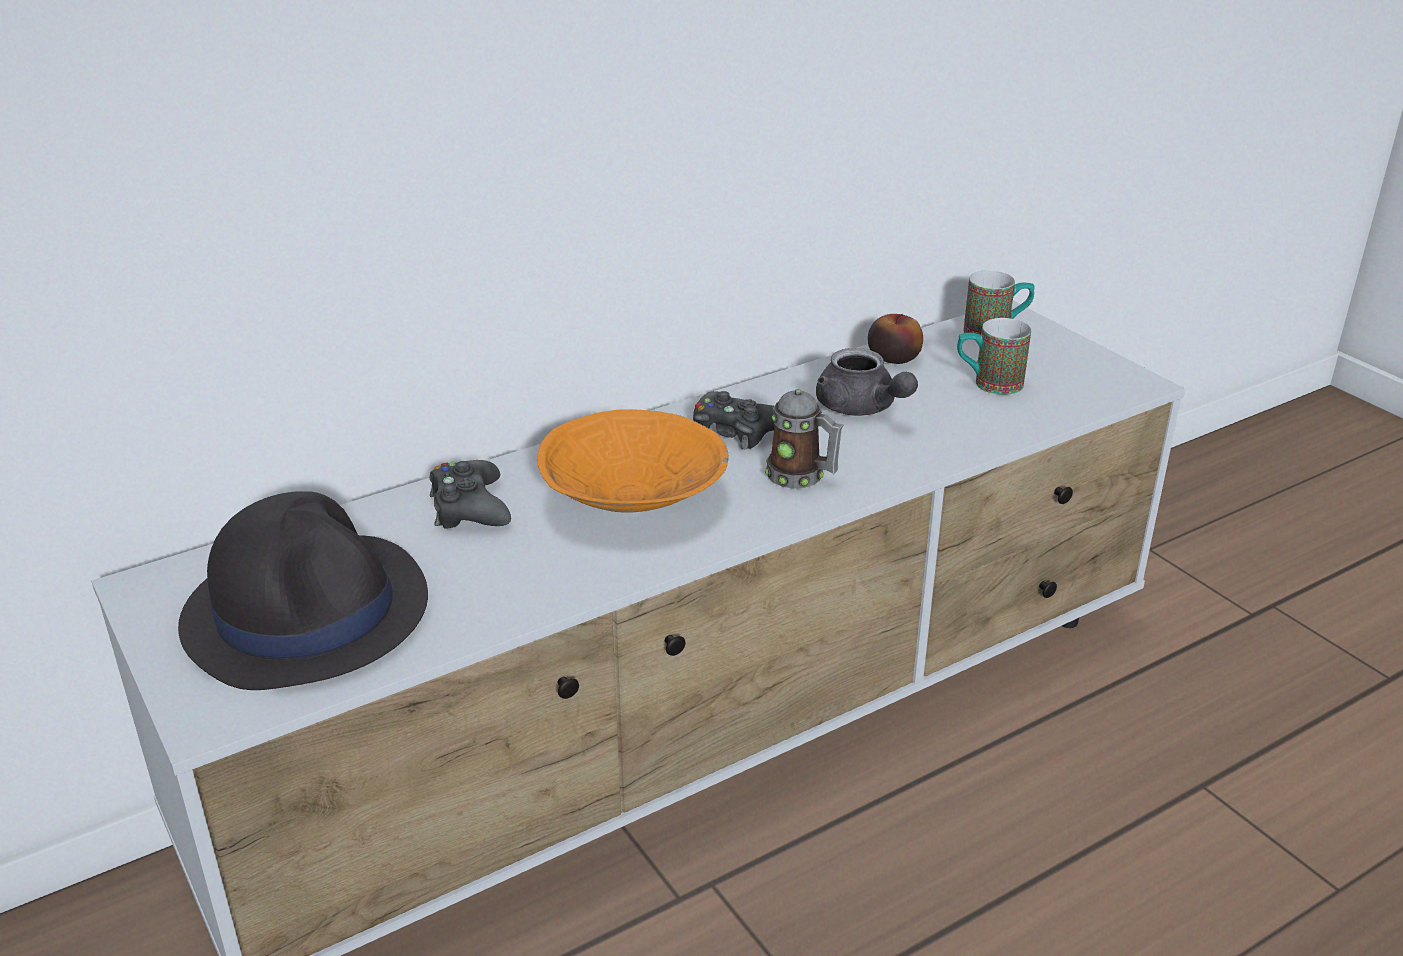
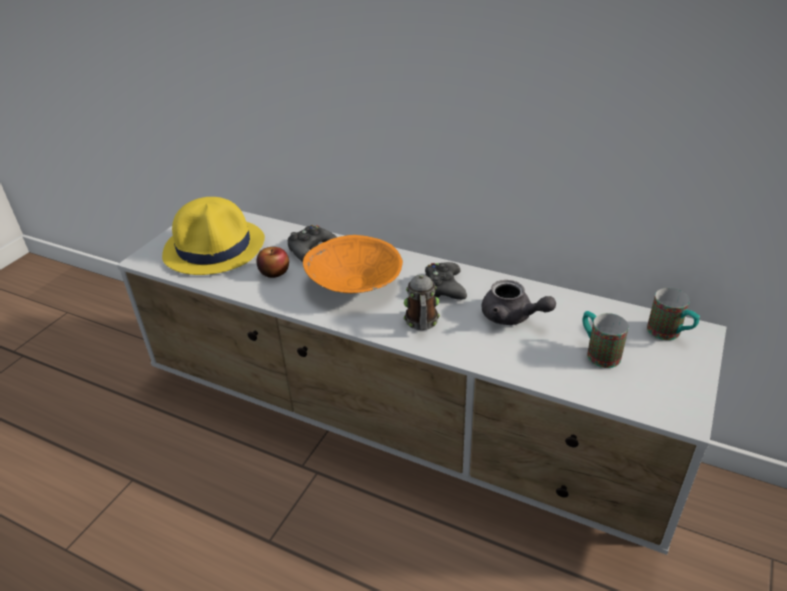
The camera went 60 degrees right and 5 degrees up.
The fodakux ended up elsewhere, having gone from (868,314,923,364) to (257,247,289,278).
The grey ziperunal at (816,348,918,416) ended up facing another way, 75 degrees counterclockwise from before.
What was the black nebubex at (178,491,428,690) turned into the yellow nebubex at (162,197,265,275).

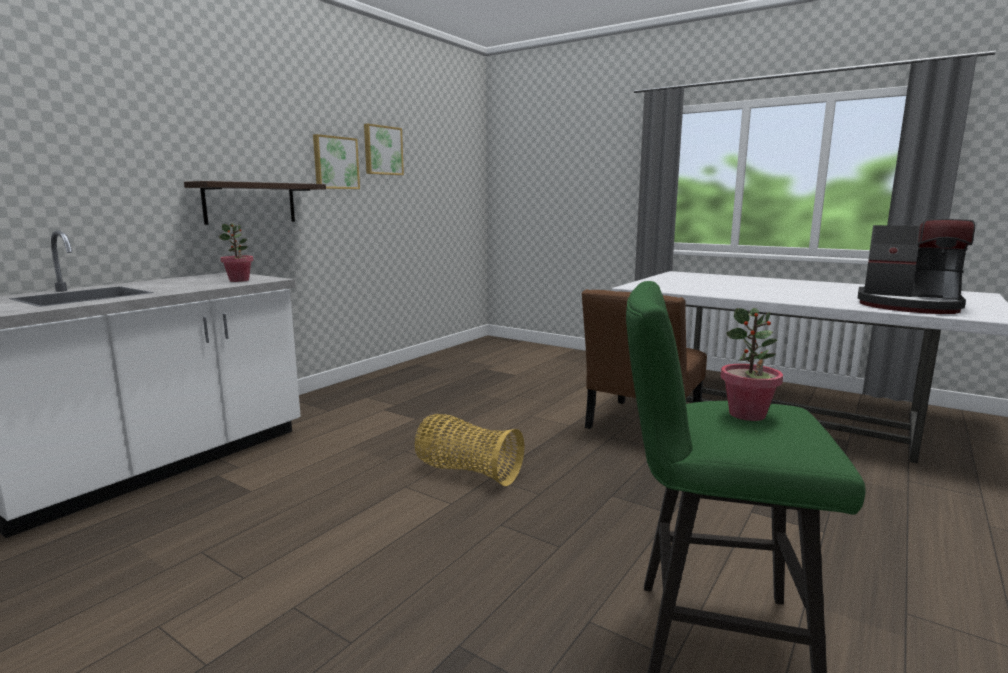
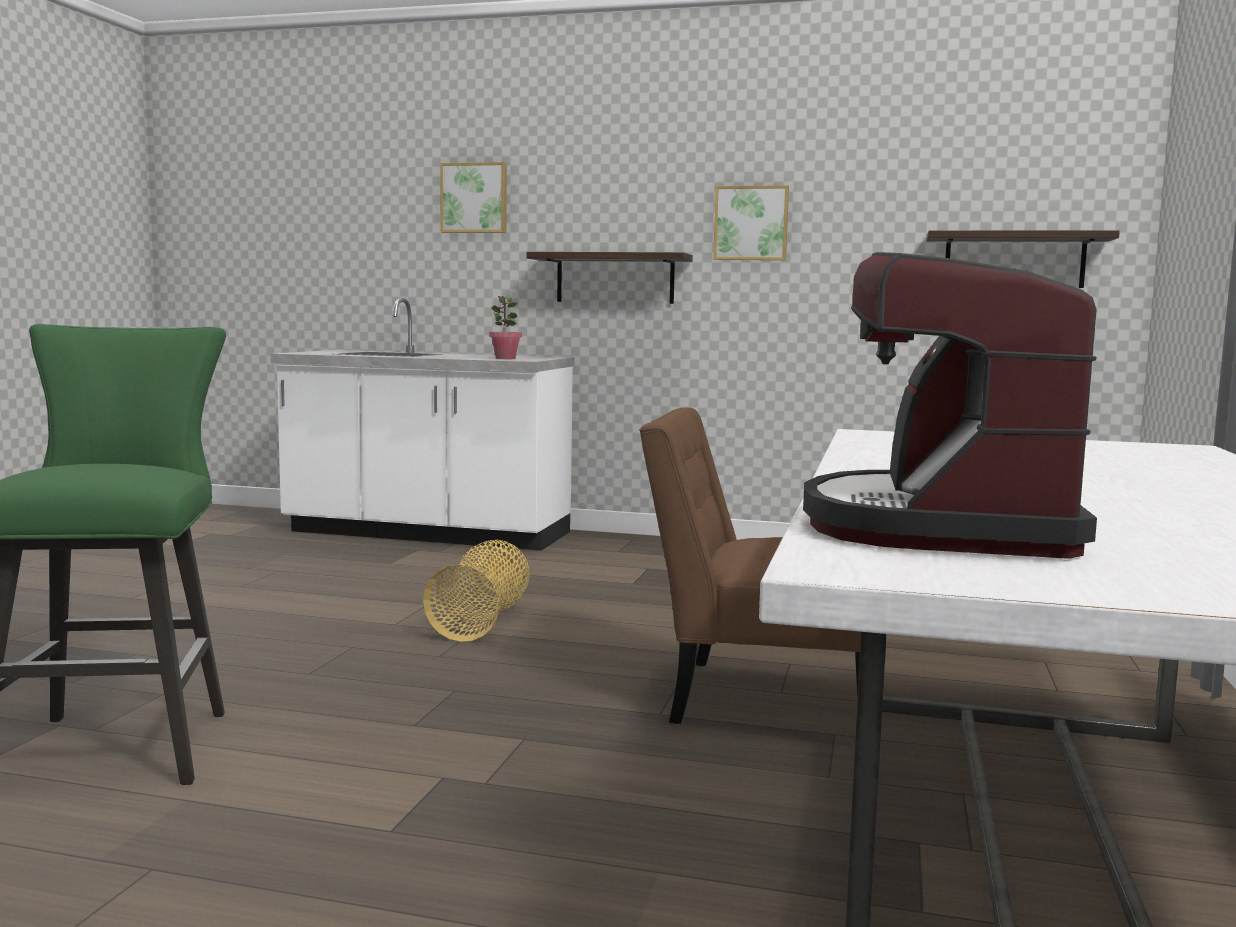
The camera went 70 degrees right and 5 degrees down.
The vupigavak ended up elsewhere, having gone from (364,124,404,175) to (440,162,507,233).
The second view lost the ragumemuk at (721,308,783,421).
The second view gained the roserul at (927,230,1120,288).

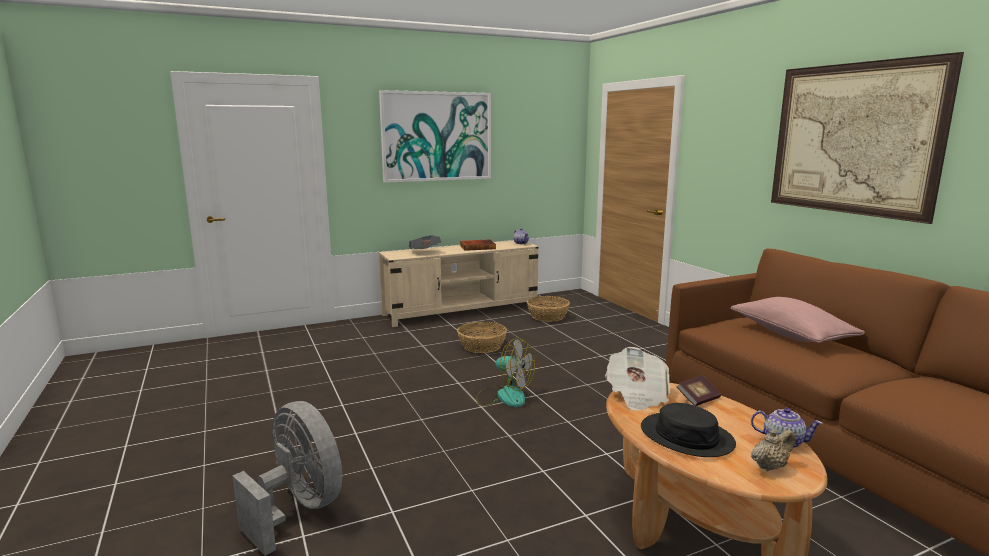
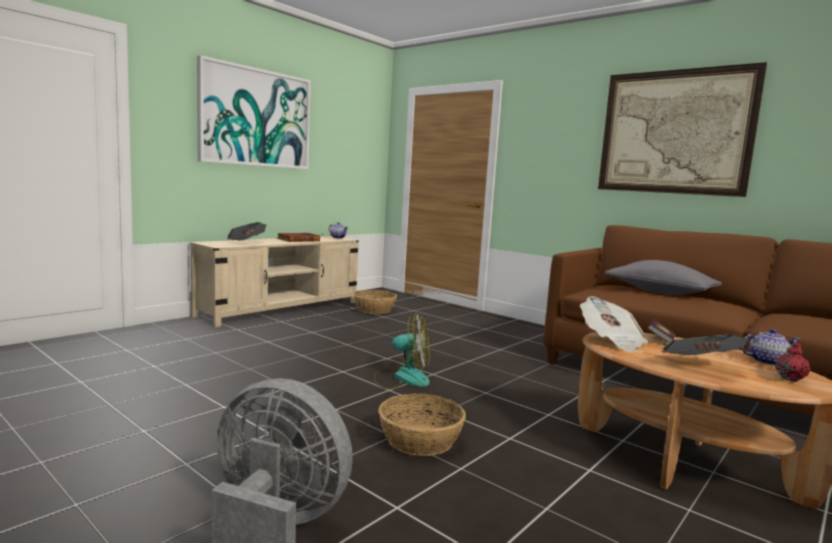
The camera went 25 degrees left and 5 degrees down.
What was the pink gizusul at (730,297,865,343) turned into the grey gizusul at (604,260,722,295).
The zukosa ended up elsewhere, having gone from (457,322,507,353) to (378,394,466,456).
Where the black nebubex stood at (641,403,736,457), the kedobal came to stand at (661,335,749,355).
What was the beige ziperunal at (751,430,795,471) turned into the red ziperunal at (775,342,810,382).

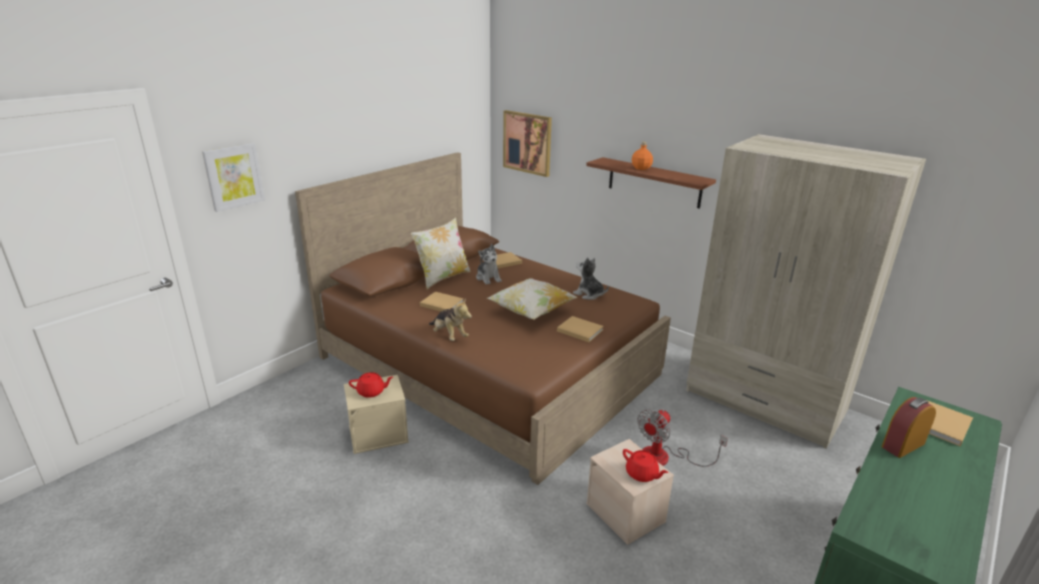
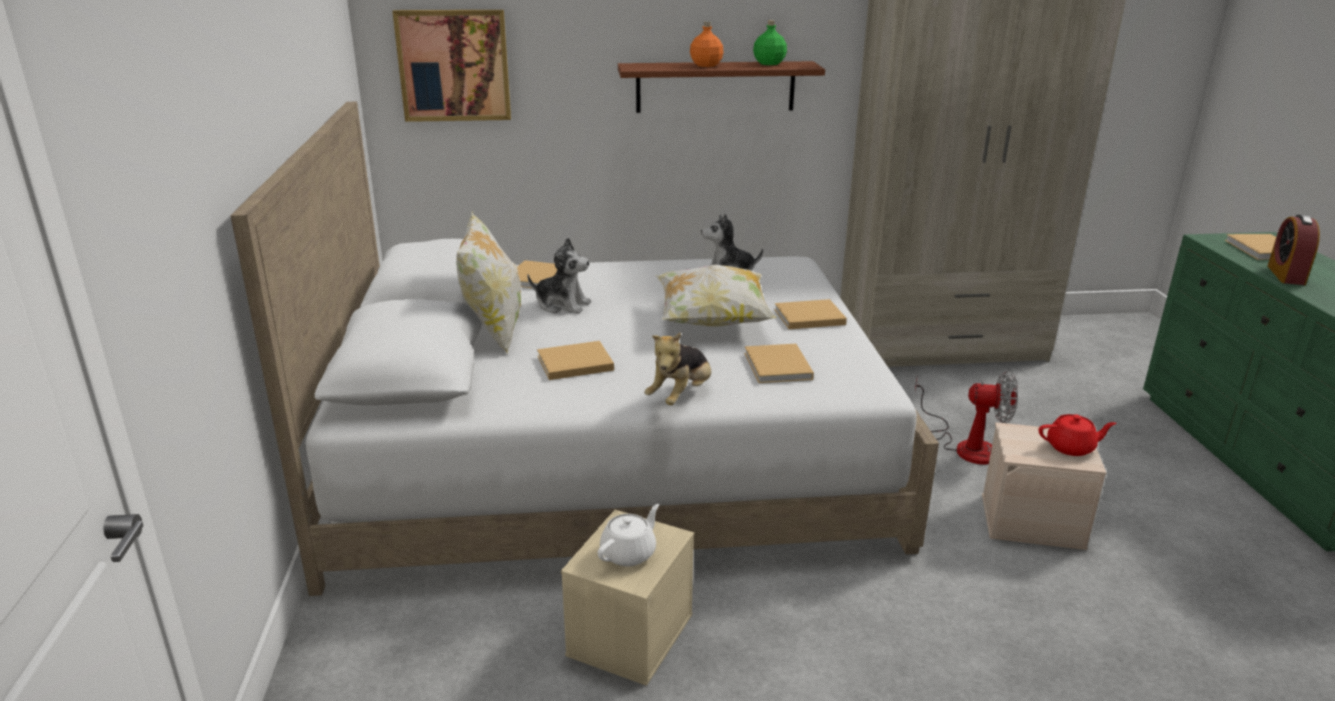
The camera went 45 degrees left and 0 degrees up.
The second view lost the vupigavak at (202,143,265,212).
What was the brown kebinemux at (295,152,671,485) turned into the white kebinemux at (231,102,939,596).
The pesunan at (429,298,472,341) ended up facing another way, 120 degrees clockwise from before.
What was the red ziperunal at (349,372,393,398) turned into the white ziperunal at (598,504,659,566).
The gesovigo at (637,409,728,467) ended up facing another way, 75 degrees counterclockwise from before.
The second view gained the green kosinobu at (753,20,787,65).
The second view gained the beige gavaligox at (744,344,814,383).

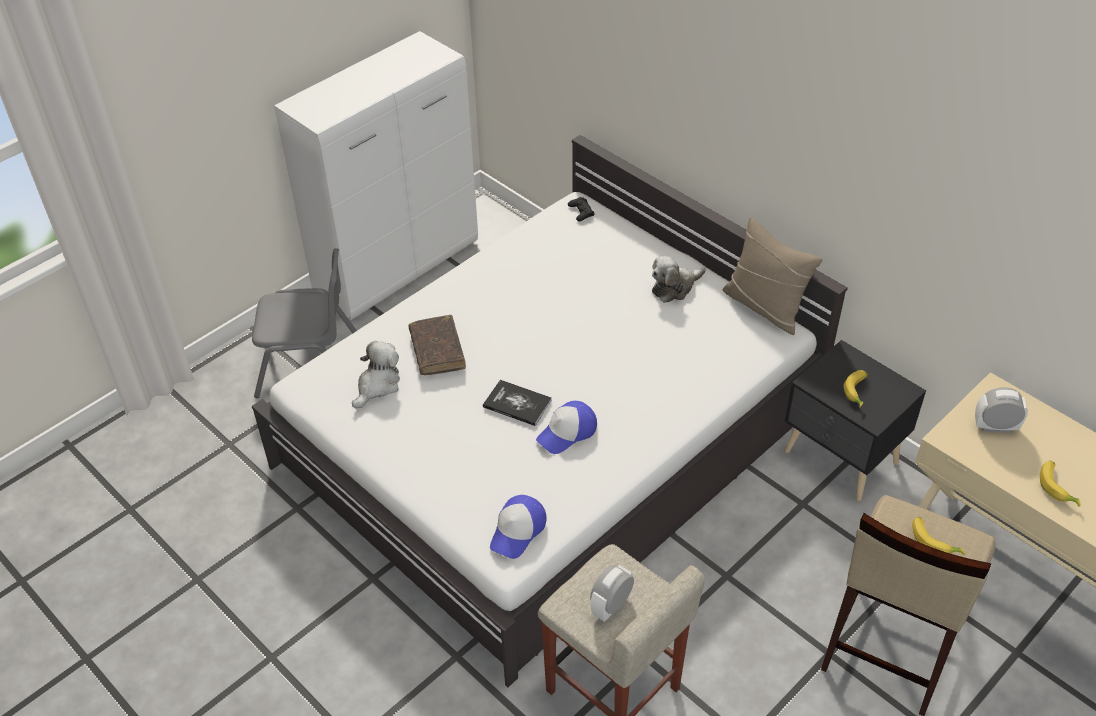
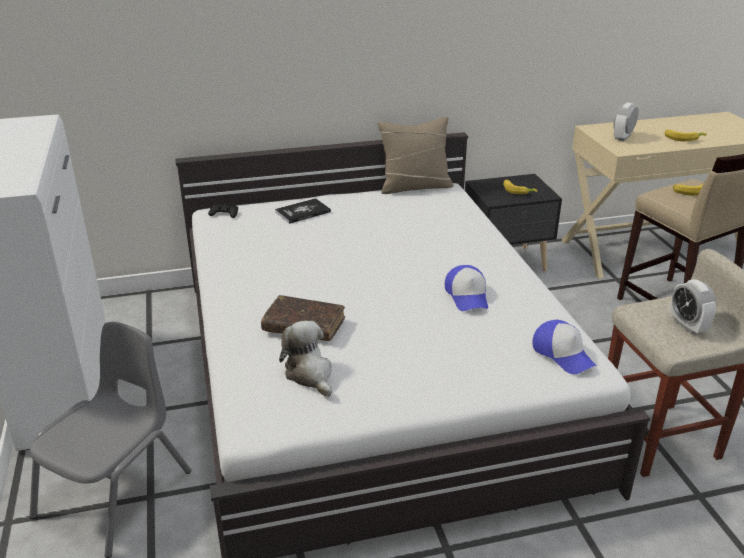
The camera went 60 degrees left and 15 degrees down.
The second view lost the pesunan at (652,256,706,303).
The gavaligox ended up elsewhere, having gone from (483,380,552,426) to (275,198,331,224).

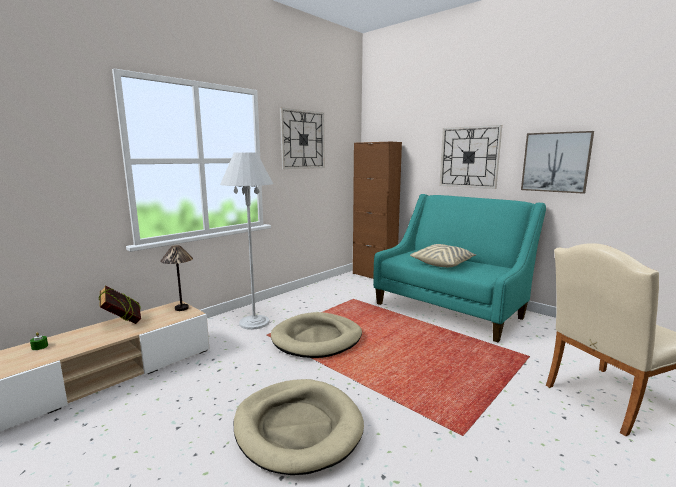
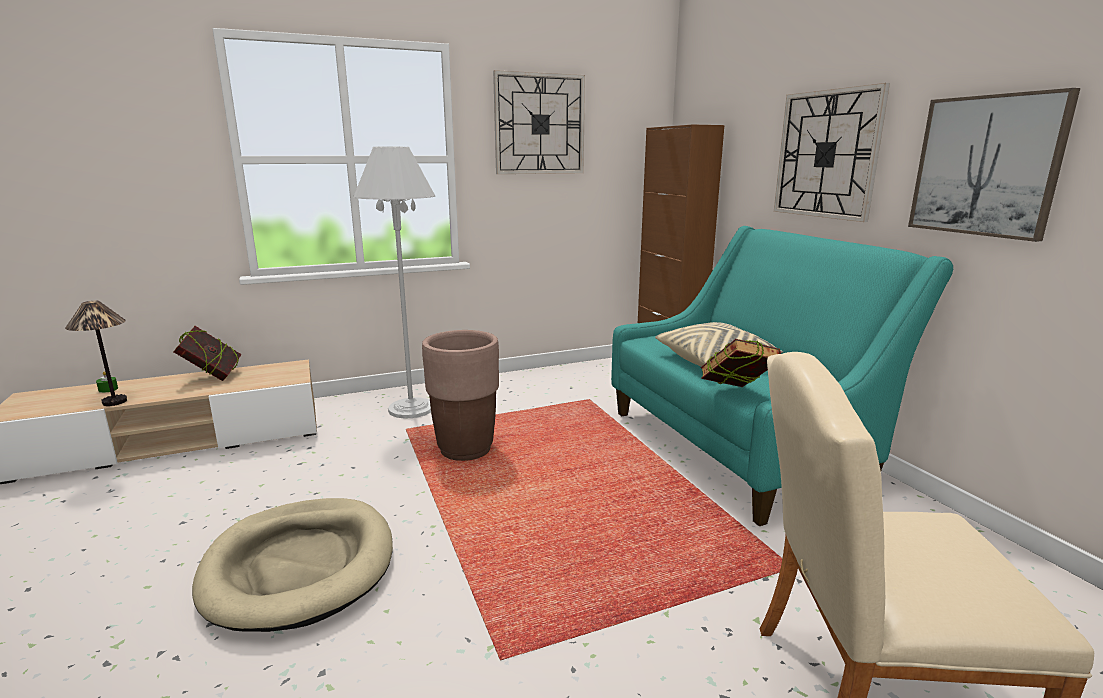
The camera went 25 degrees right and 5 degrees up.
The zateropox ended up elsewhere, having gone from (160,245,193,311) to (65,301,127,406).
Where the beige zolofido stood at (271,312,362,358), the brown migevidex came to stand at (422,330,499,461).
The second view gained the gavaligox at (701,339,781,387).

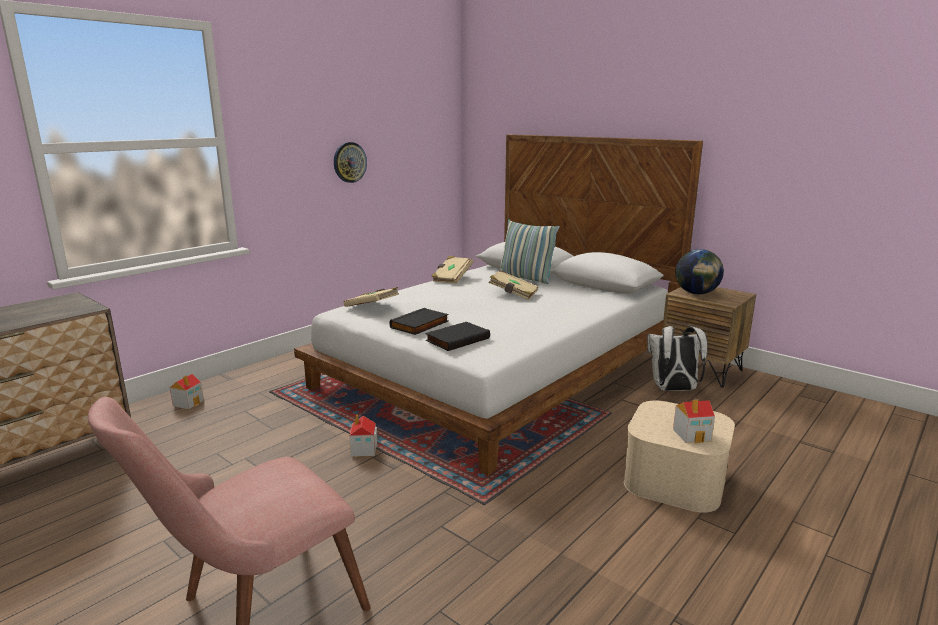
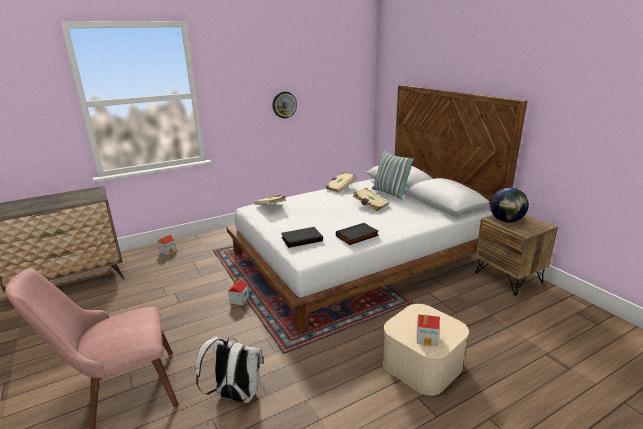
The camera went 20 degrees right and 5 degrees up.
The black gavaligox ended up elsewhere, having gone from (390,308,449,335) to (336,223,379,245).
The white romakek ended up elsewhere, having gone from (647,326,708,391) to (196,336,264,403).

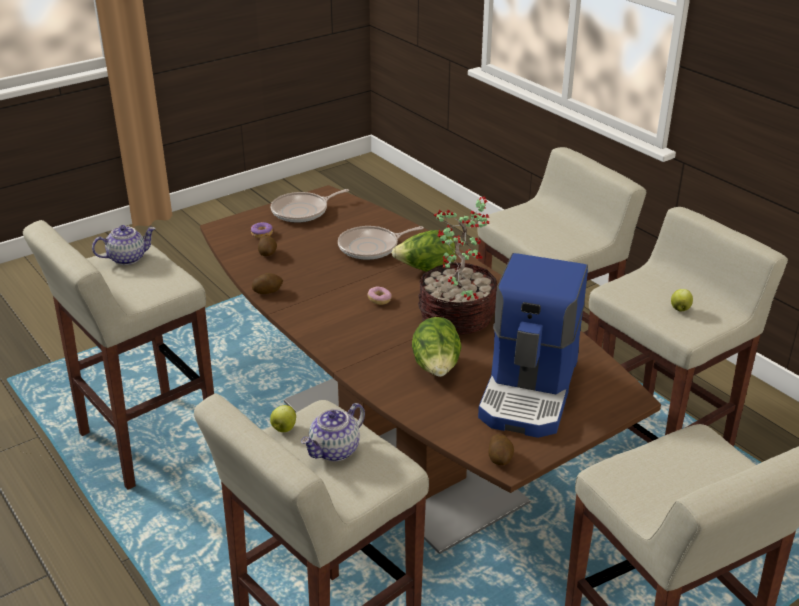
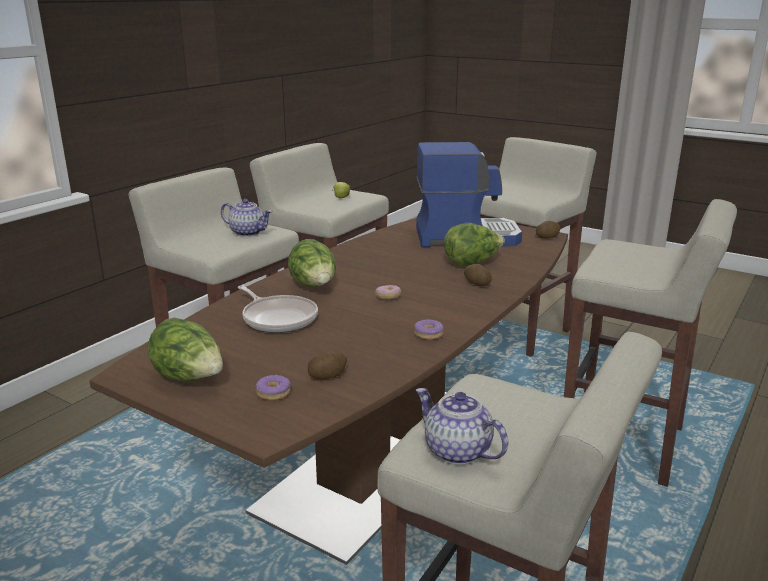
The camera went 110 degrees left and 10 degrees down.
Where the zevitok stood at (271,189,349,223), the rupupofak came to stand at (148,318,223,381).
The second view lost the ragumemuk at (418,196,497,335).
The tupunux ended up elsewhere, having gone from (252,273,283,294) to (464,264,492,286).
The ziperunal ended up elsewhere, having gone from (301,403,365,461) to (221,199,272,237).
The second view lost the fodakux at (270,405,296,432).
The second view gained the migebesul at (414,319,443,340).

